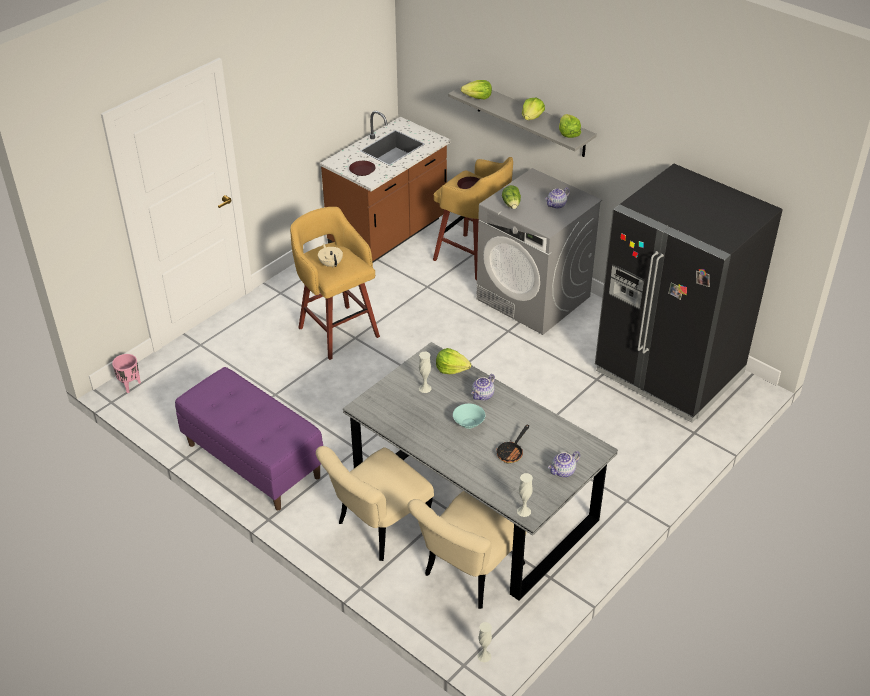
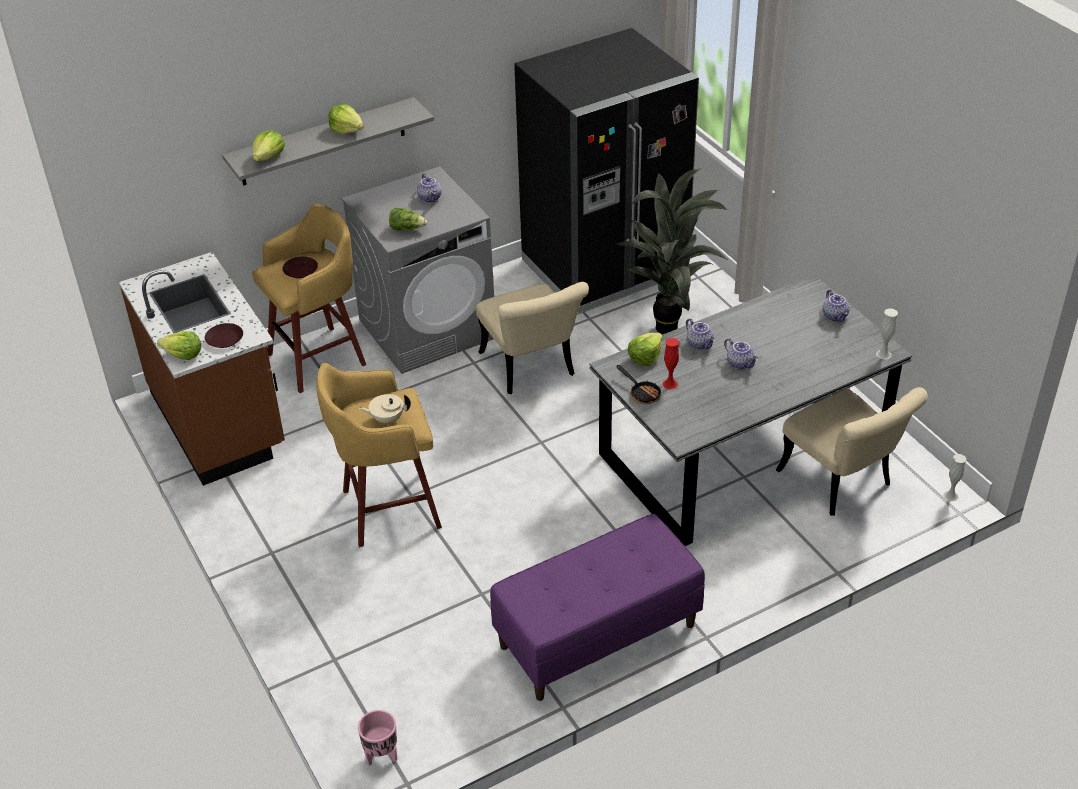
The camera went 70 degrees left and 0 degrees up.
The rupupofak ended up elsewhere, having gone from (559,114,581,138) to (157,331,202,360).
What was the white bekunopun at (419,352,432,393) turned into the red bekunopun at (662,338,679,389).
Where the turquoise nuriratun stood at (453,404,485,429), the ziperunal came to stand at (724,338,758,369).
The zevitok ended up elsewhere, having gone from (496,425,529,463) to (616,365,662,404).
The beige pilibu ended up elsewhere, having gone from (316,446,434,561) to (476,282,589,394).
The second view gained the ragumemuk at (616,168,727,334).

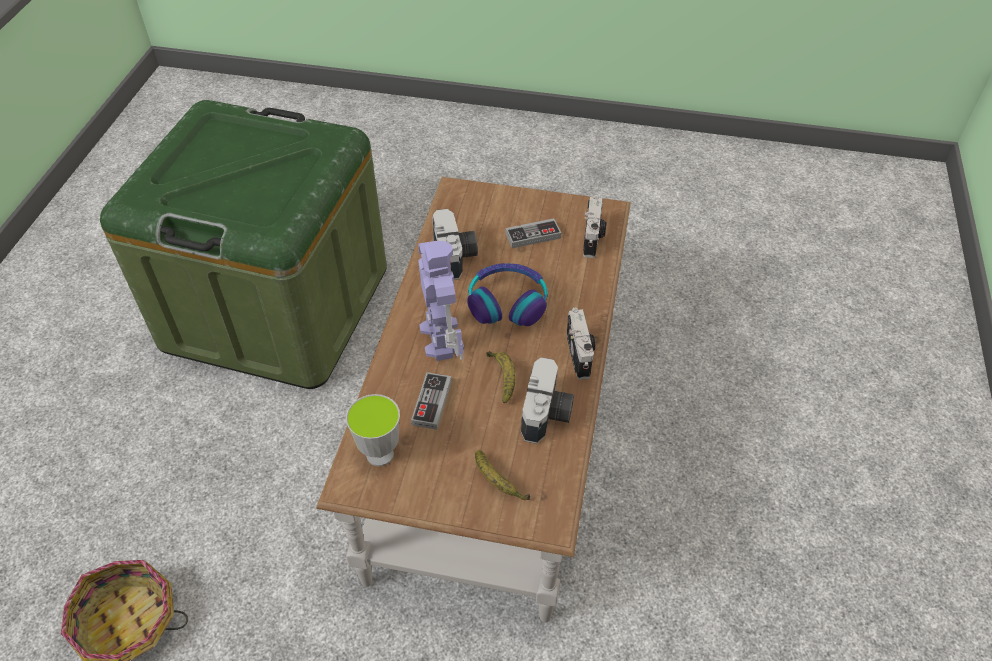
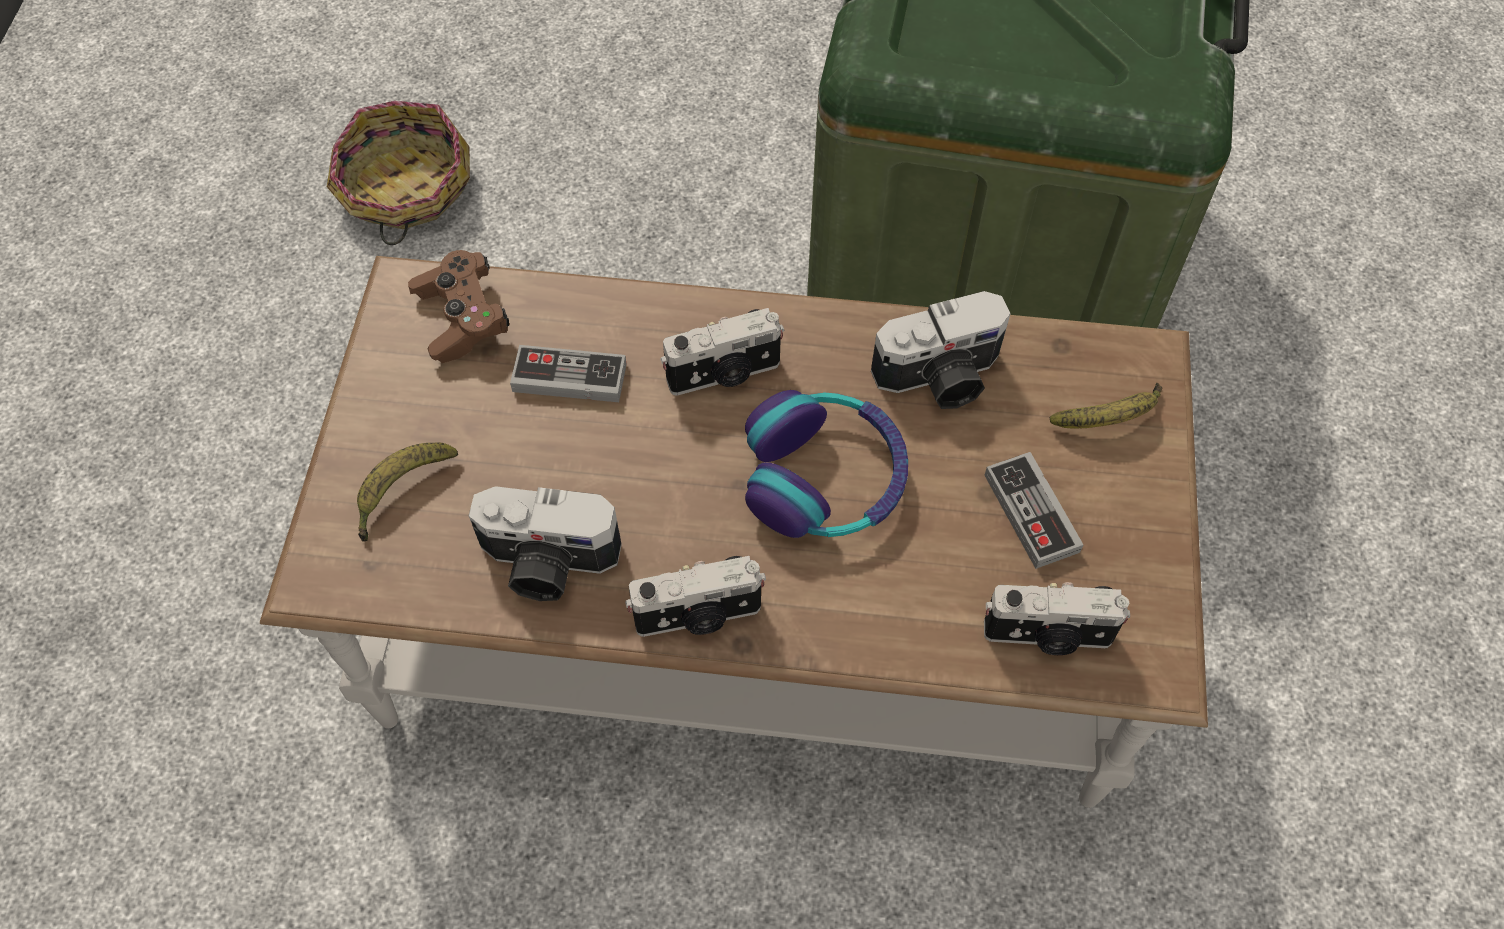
The camera went 85 degrees right and 10 degrees up.
Where the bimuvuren stood at (418,240,464,361), the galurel came to stand at (660,308,784,396).
The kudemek ended up elsewhere, having gone from (486,351,515,404) to (1050,383,1162,429).
Where the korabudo stood at (346,394,400,466), the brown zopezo came to stand at (408,250,509,363).

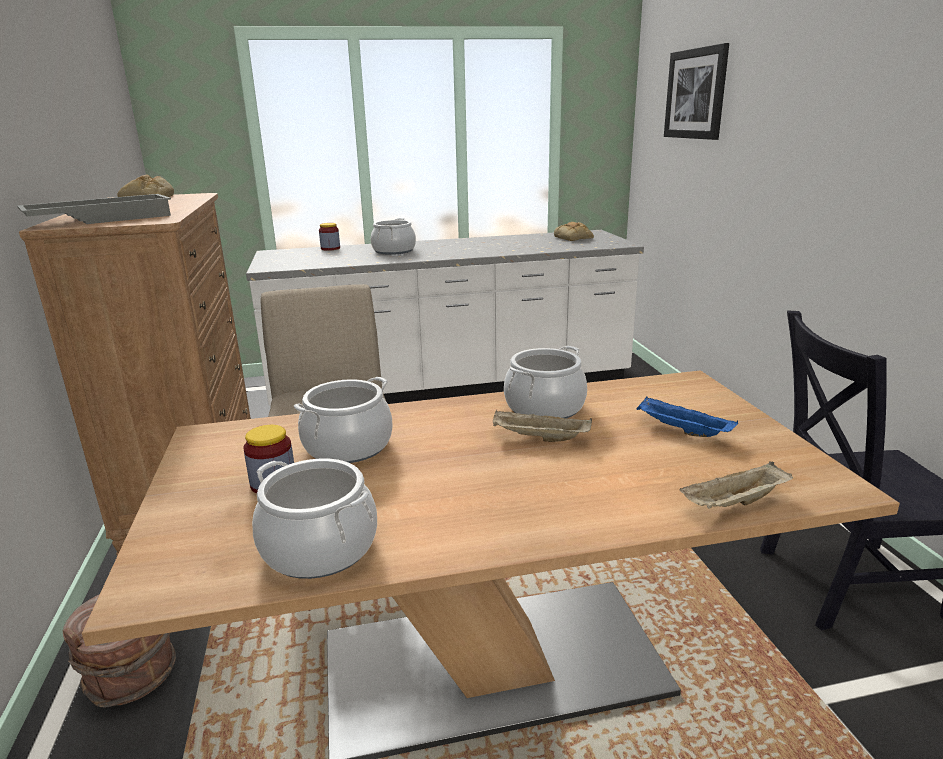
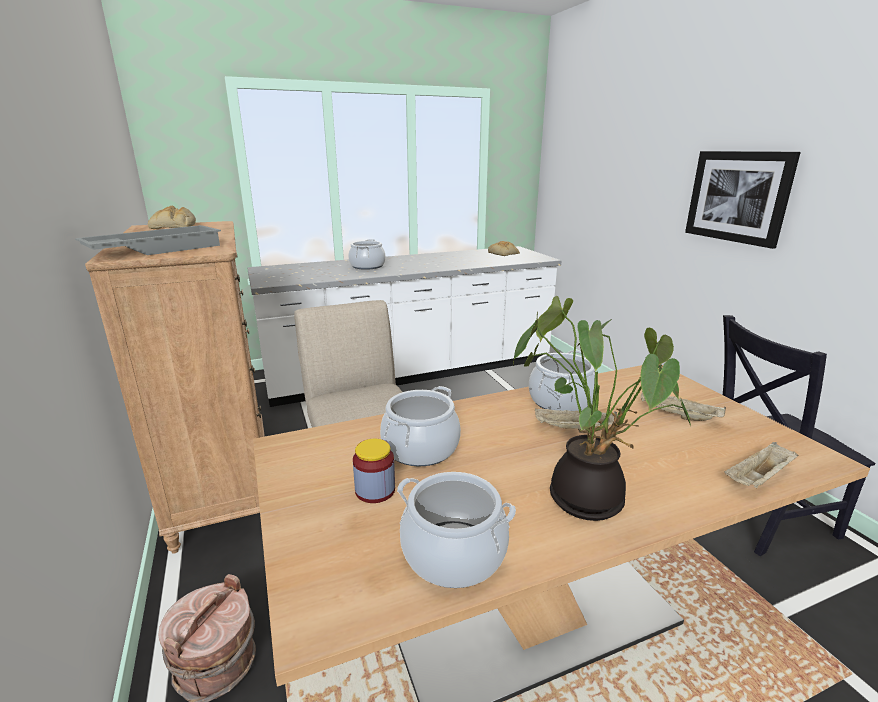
The camera went 10 degrees left and 0 degrees up.
The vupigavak ended up elsewhere, having gone from (664,43,729,140) to (685,151,801,249).
The second view lost the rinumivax at (319,223,340,251).
What was the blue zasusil at (636,397,738,437) turned into the beige zasusil at (641,392,726,421).
The second view gained the ragumemuk at (513,296,691,521).

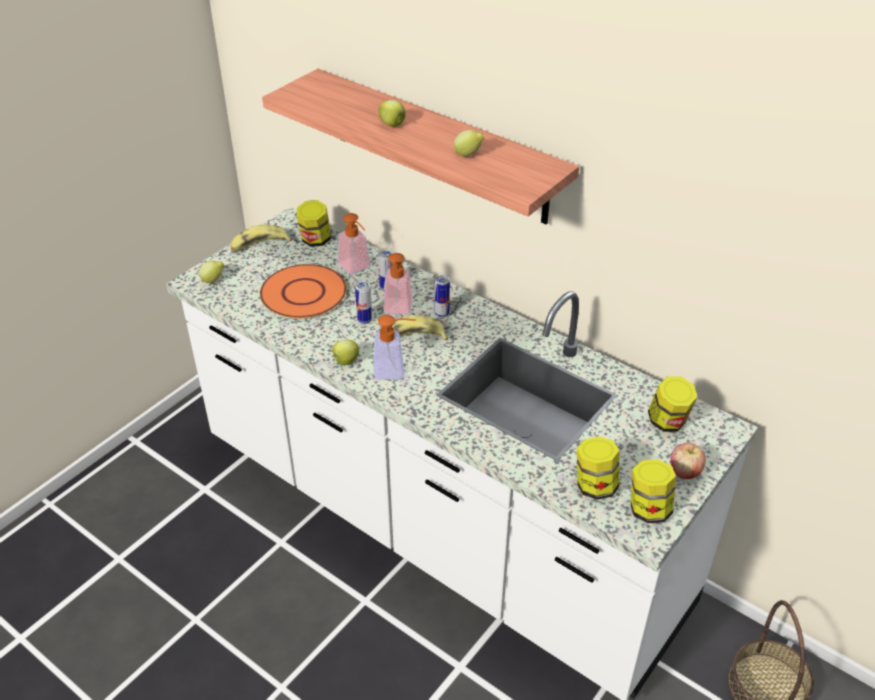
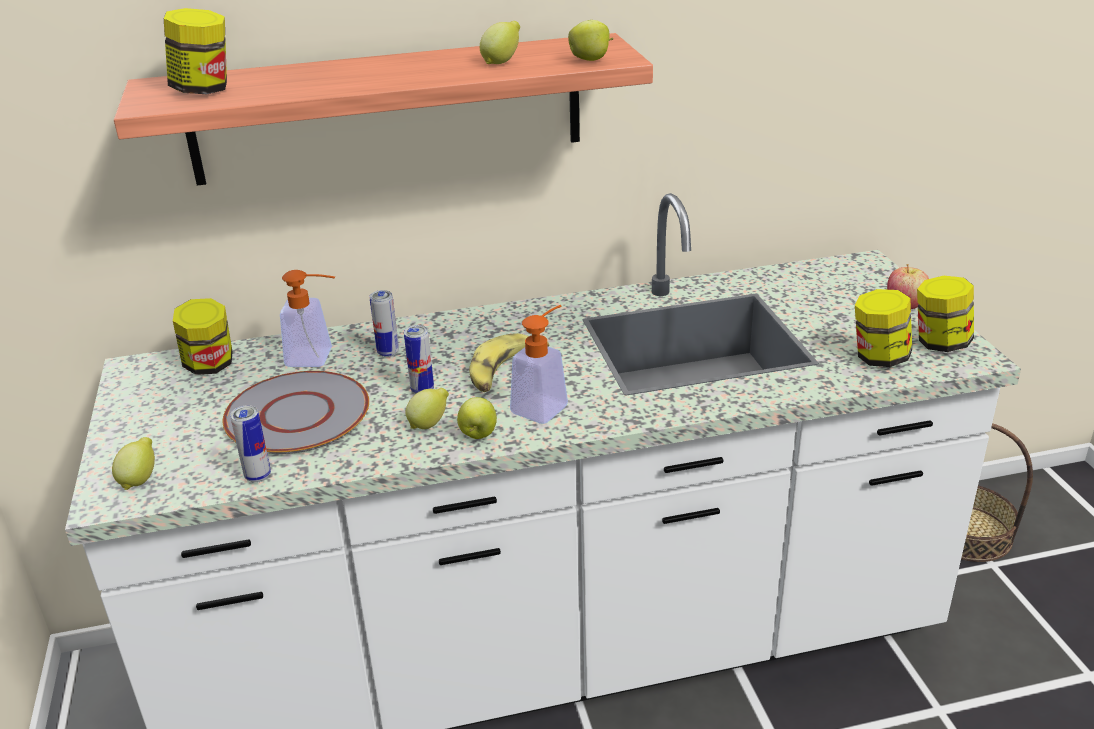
The camera went 50 degrees left and 10 degrees down.
The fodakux ended up elsewhere, having gone from (378,100,406,127) to (568,20,614,61).
The second view lost the kudemek at (230,225,292,252).
The second view lost the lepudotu at (383,253,413,315).
What was the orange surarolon at (260,264,347,318) turned into the grey surarolon at (223,371,369,454).
The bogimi ended up elsewhere, having gone from (435,275,450,318) to (230,405,271,483).
The rinumivax ended up elsewhere, having gone from (648,377,697,432) to (164,8,227,94).
The second view gained the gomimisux at (406,388,449,429).

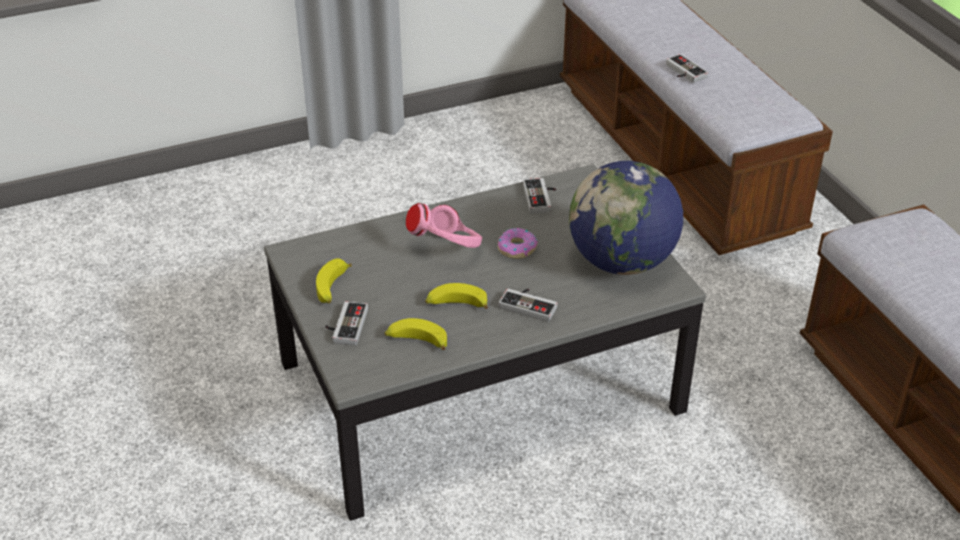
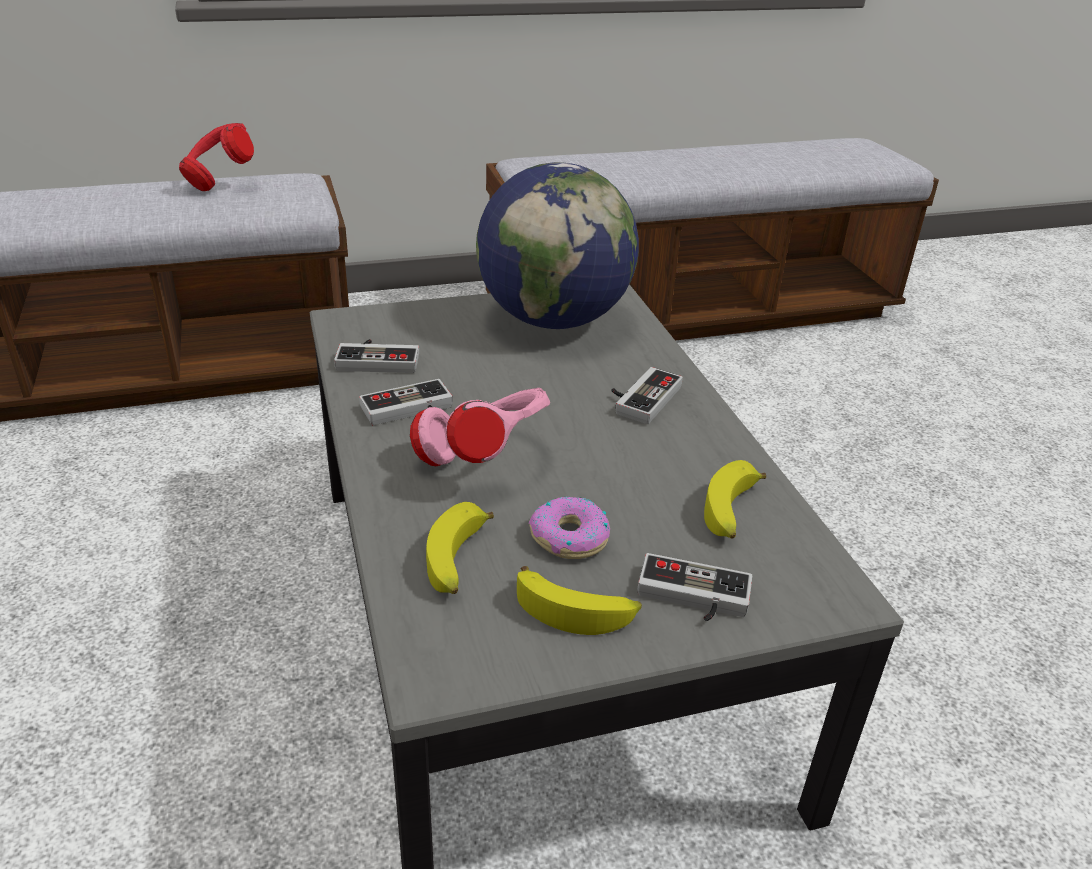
The camera went 85 degrees left and 5 degrees down.
The zopezo ended up elsewhere, having gone from (666,54,708,83) to (359,379,453,425).
The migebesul ended up elsewhere, having gone from (498,228,538,259) to (529,497,610,559).
The kudemek ended up elsewhere, having gone from (425,283,488,309) to (426,502,494,594).
The second view gained the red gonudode at (179,123,254,191).

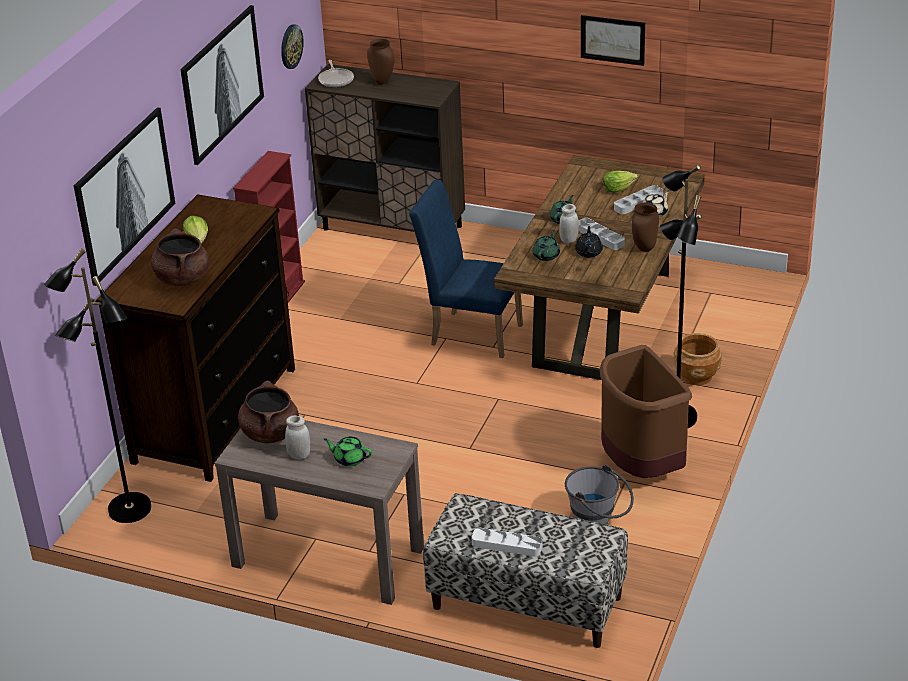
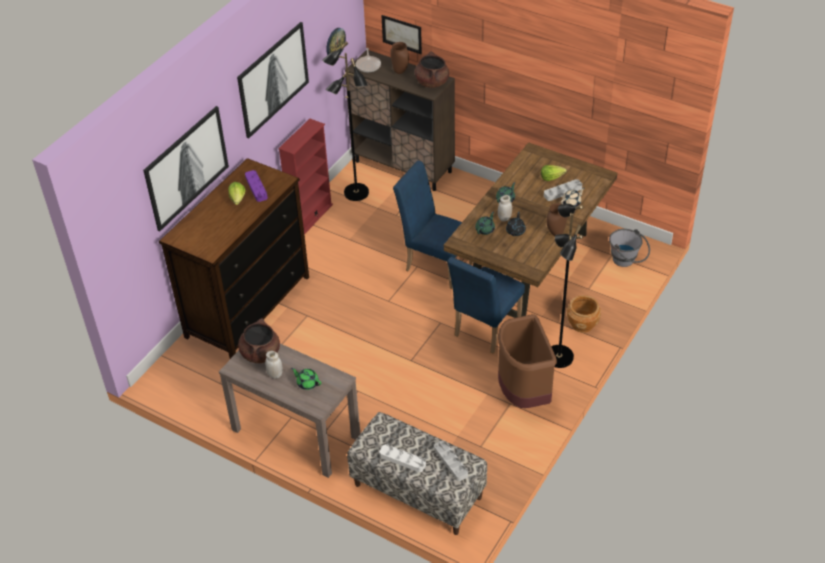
The camera went 10 degrees right and 10 degrees up.
The vupigavak ended up elsewhere, having gone from (581,15,645,66) to (381,15,422,54).
The grey zasusil ended up elsewhere, having gone from (579,218,625,250) to (434,440,468,481).
The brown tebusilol ended up elsewhere, having gone from (151,229,210,286) to (415,52,449,88).
The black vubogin ended up elsewhere, having gone from (44,249,151,523) to (323,42,369,201).
The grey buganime ended up elsewhere, having gone from (565,465,634,525) to (609,229,650,267).
The second view gained the purple zasusil at (245,170,268,202).
The second view gained the blue pilibu at (447,257,525,354).

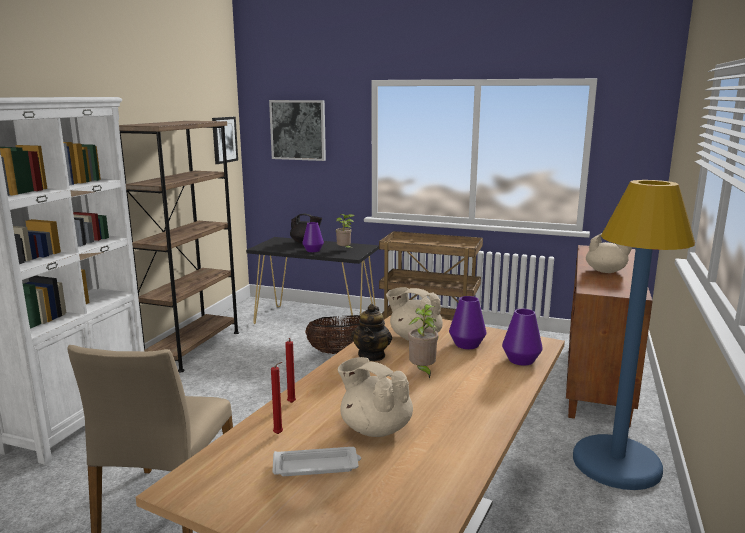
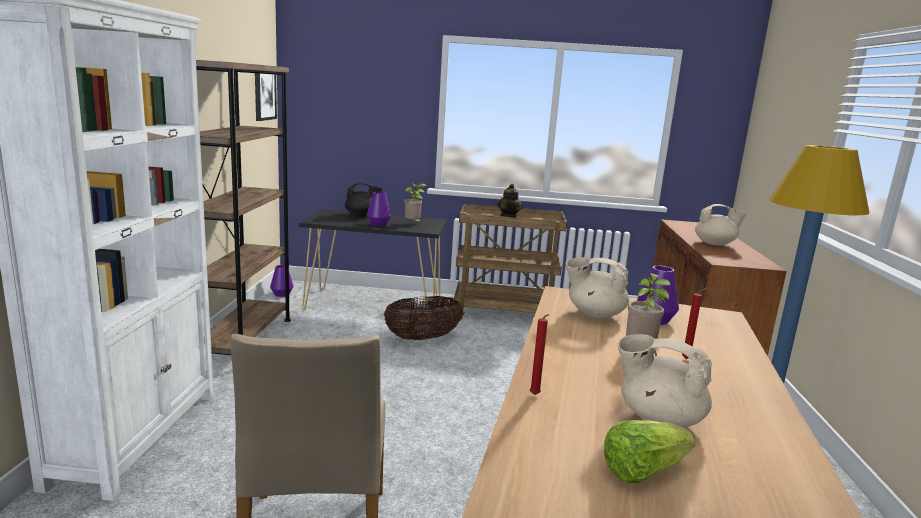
The camera went 15 degrees left and 0 degrees up.
The second view lost the vupigavak at (269,100,326,161).
The ziperunal ended up elsewhere, having gone from (351,304,392,361) to (498,184,523,218).
The purple bekunopun ended up elsewhere, having gone from (502,309,543,366) to (270,265,294,297).
The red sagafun ended up elsewhere, having gone from (271,362,283,434) to (682,288,708,359).
Where the white zasusil stood at (272,447,361,476), the rupupofak came to stand at (604,420,695,483).

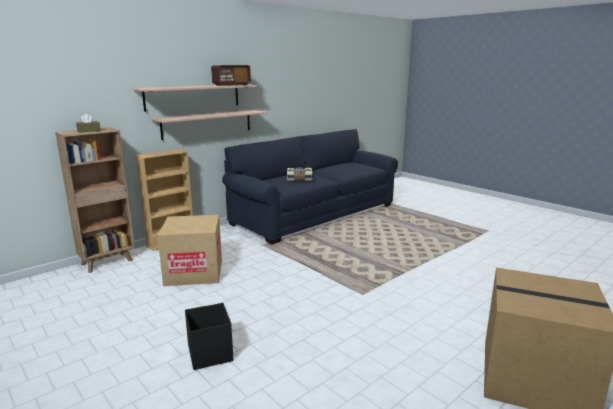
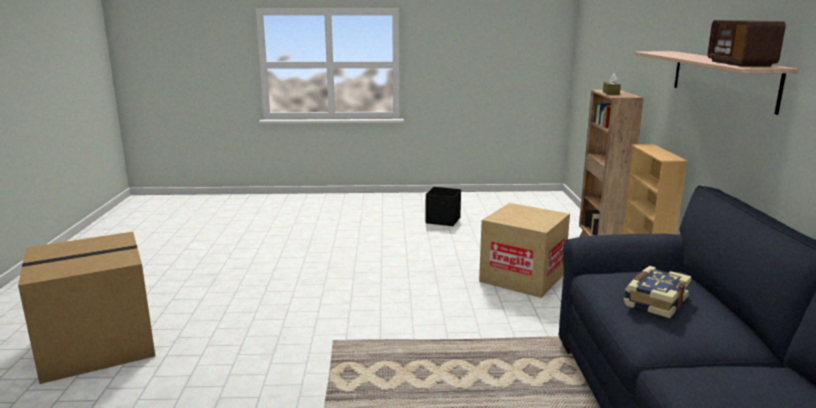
The camera went 130 degrees right and 0 degrees up.
The second view lost the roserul at (151,110,268,140).
The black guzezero ended up elsewhere, having gone from (185,303,233,370) to (425,187,461,226).

